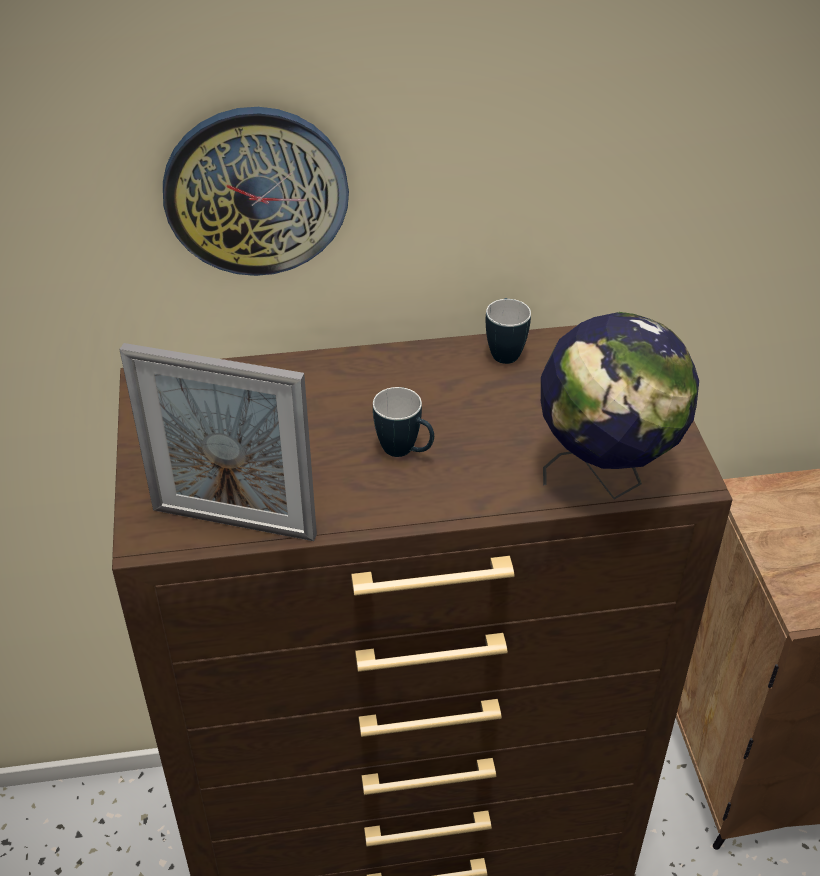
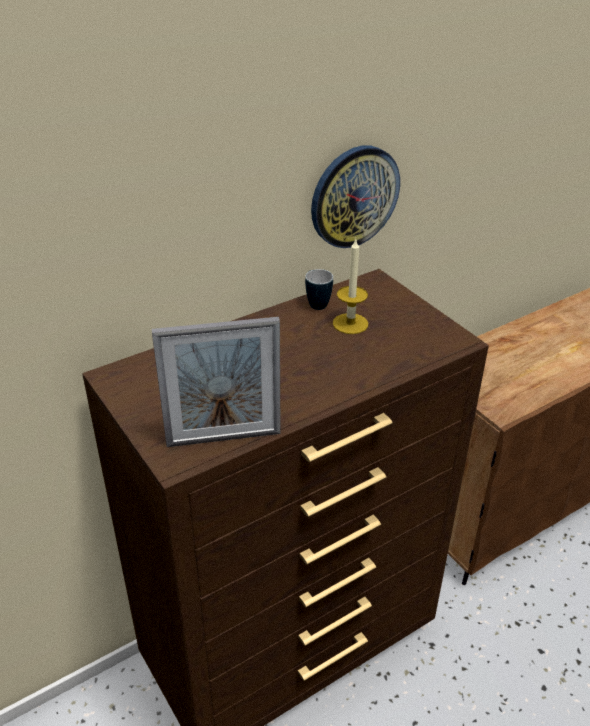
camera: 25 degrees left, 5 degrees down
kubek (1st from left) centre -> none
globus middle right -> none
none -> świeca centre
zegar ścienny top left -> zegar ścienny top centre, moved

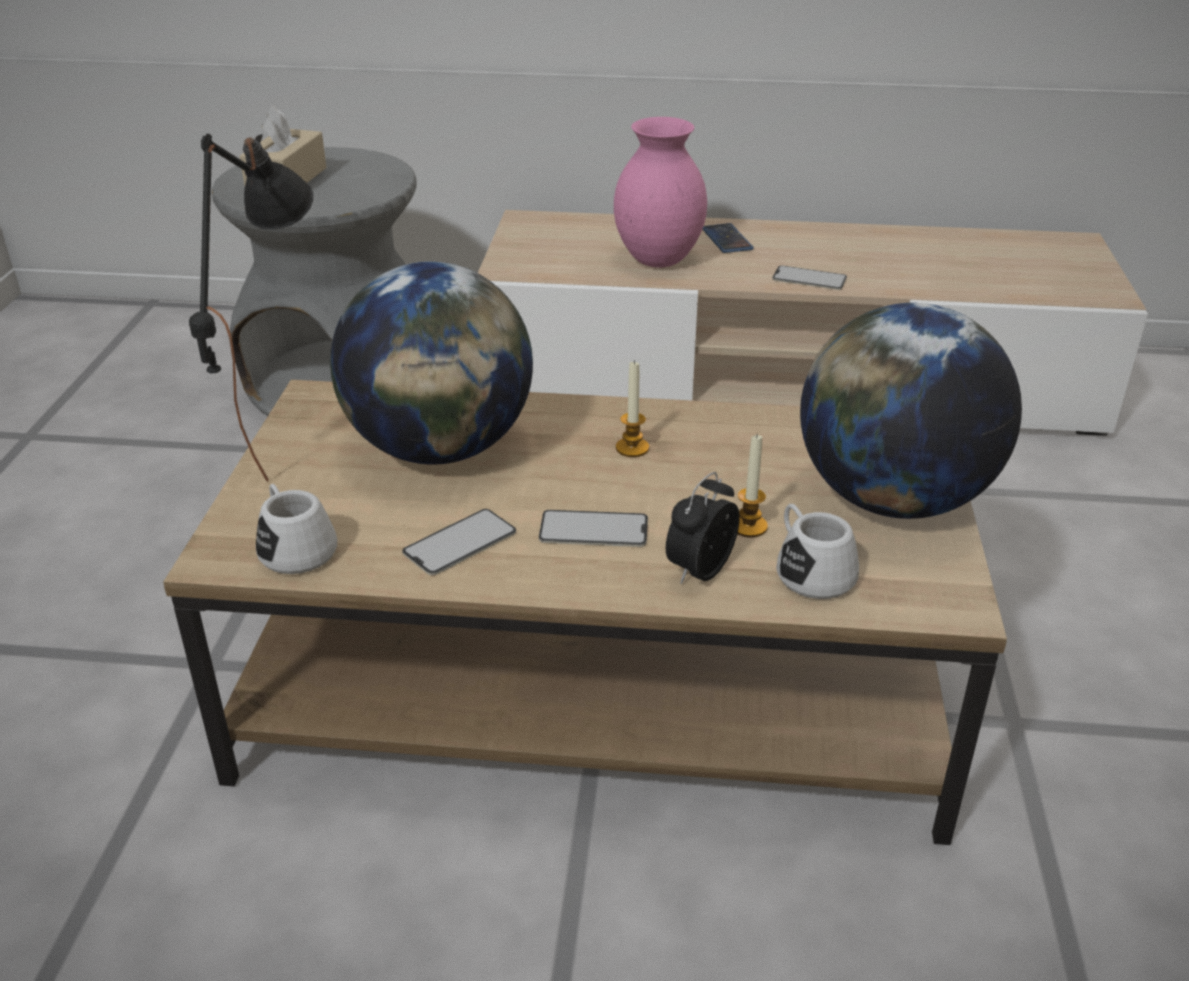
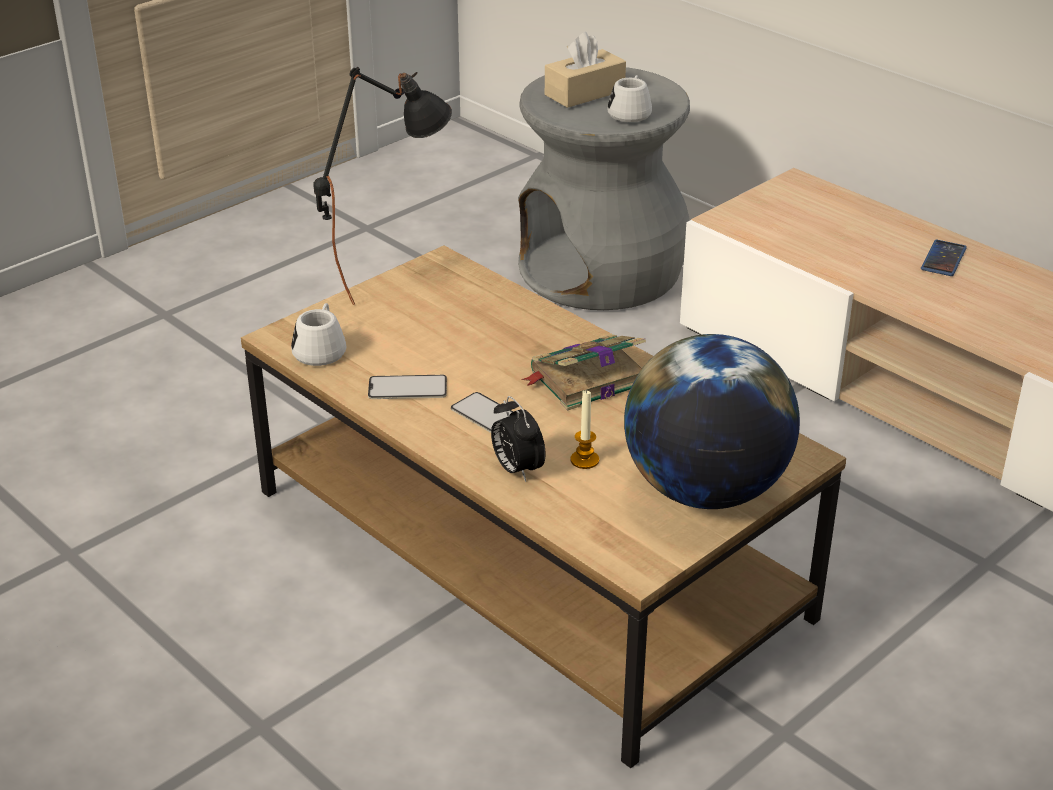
camera: 40 degrees right, 0 degrees up
globus (1st from left) centre -> none
wazon/różowy top centre -> none
telefon (4th from left) top right -> none
kubek/biały (2nd from left) middle right -> kubek/biały (2nd from left) top centre, moved
świeca (1st from left) centre -> książka centre
budzik centre, 105 degrees counterclockwise

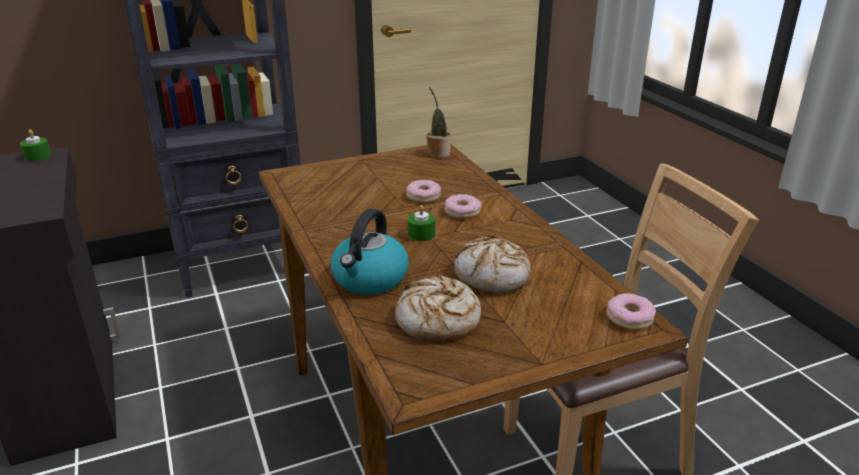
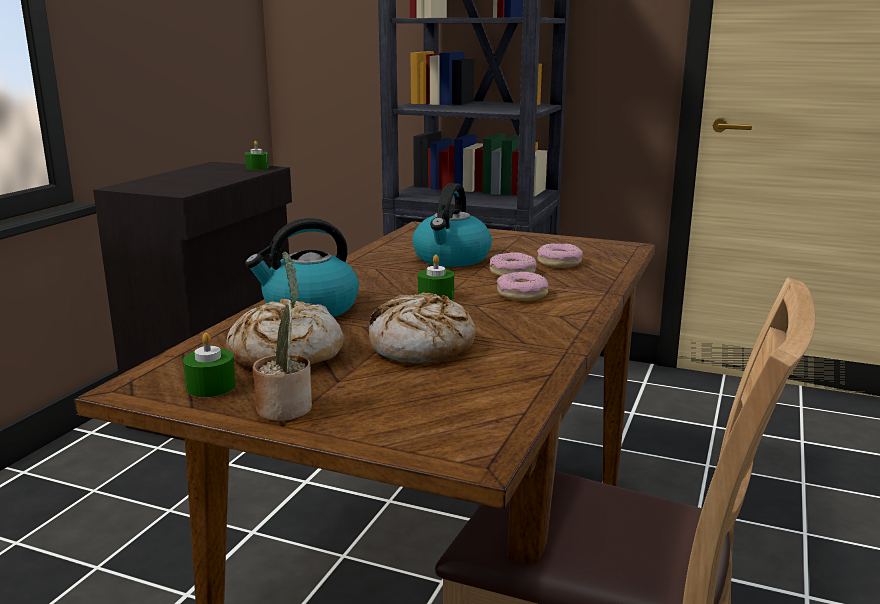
camera: 45 degrees right, 10 degrees down
none -> świeca/zielony (1st from left) middle left
none -> czajnik (2nd from left) centre
roślina doniczkowa top centre -> roślina doniczkowa middle left, moved
donut (3rd from left) middle right -> donut (3rd from left) centre, moved

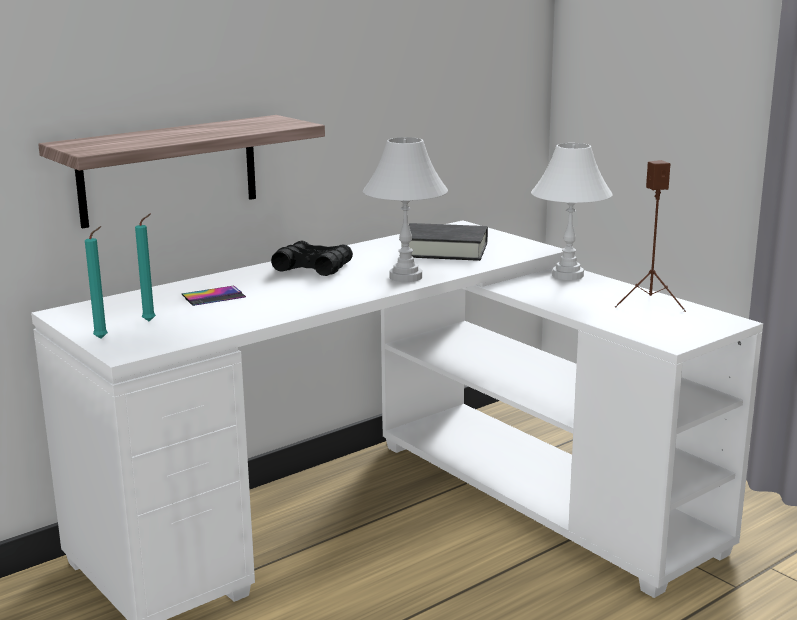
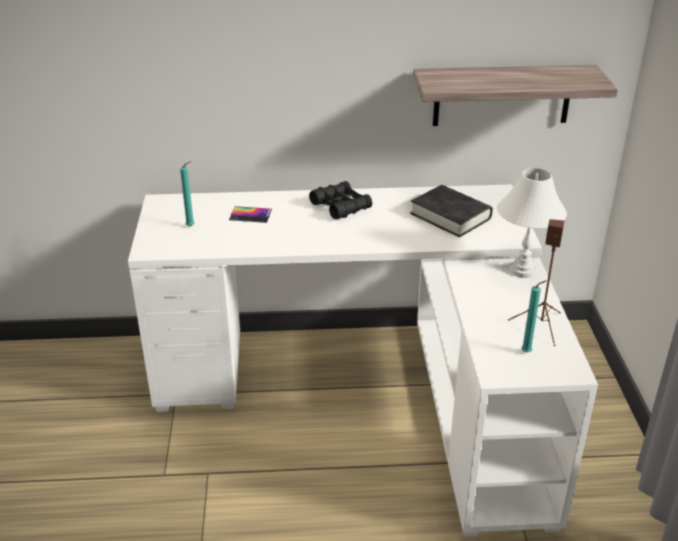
camera: 35 degrees right, 15 degrees up
lampa stołowa/biały (1st from left) centre -> none
półka top left -> półka top right, moved
świeca/turkusowy (1st from left in the first image) middle left -> świeca/turkusowy (2nd from left) middle right, moved

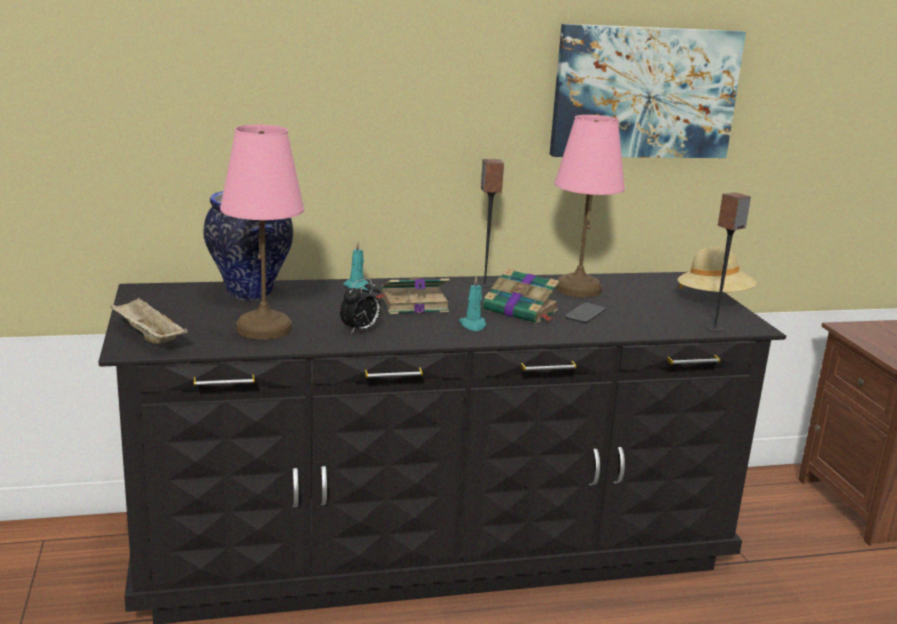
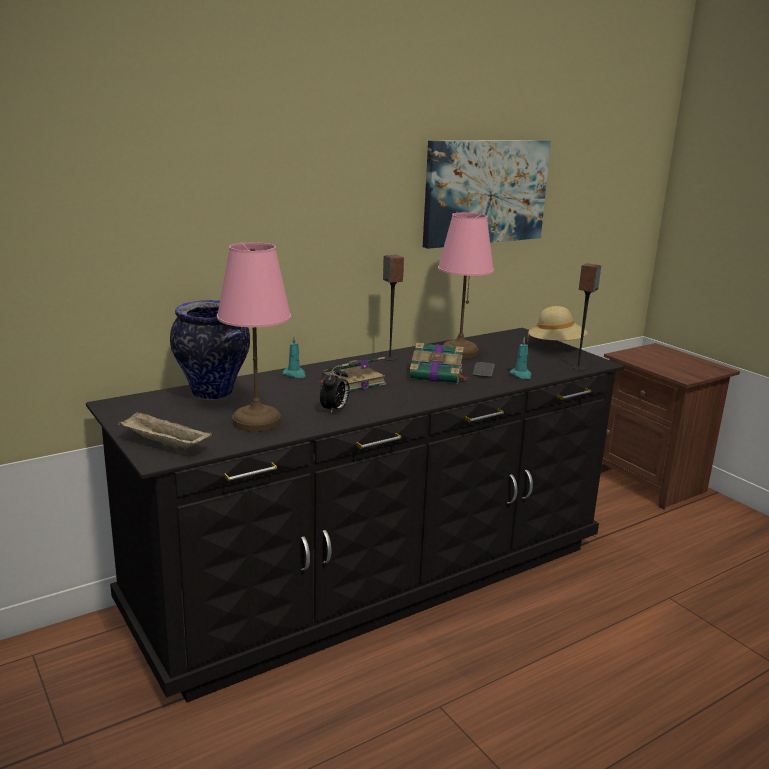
camera: 20 degrees left, 0 degrees up
świeca/turkusowy (2nd from left) centre -> świeca/turkusowy (2nd from left) middle right, moved

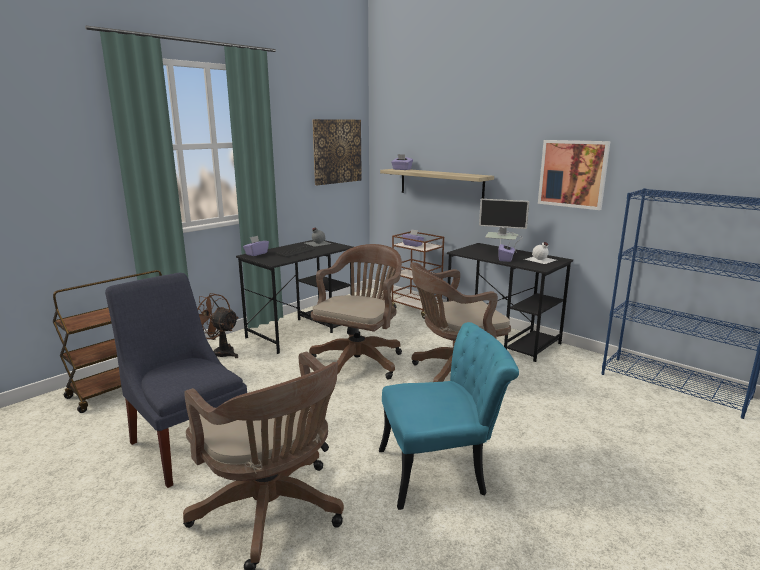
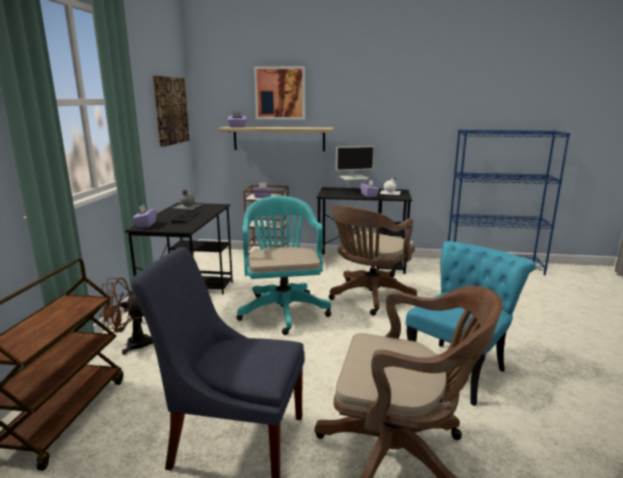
camera: 35 degrees left, 0 degrees up
obraz (2nd from left) top right -> obraz (2nd from left) top centre, moved
krzesło biurowe/brązowy (2nd from left) centre -> krzesło biurowe/turkusowy centre

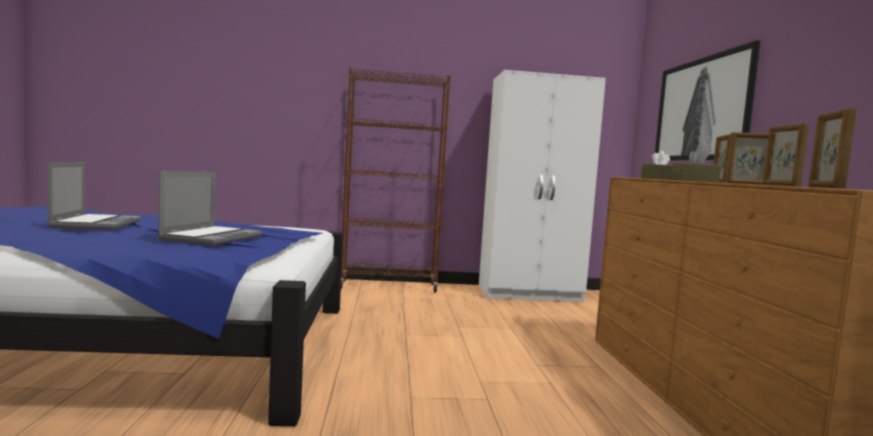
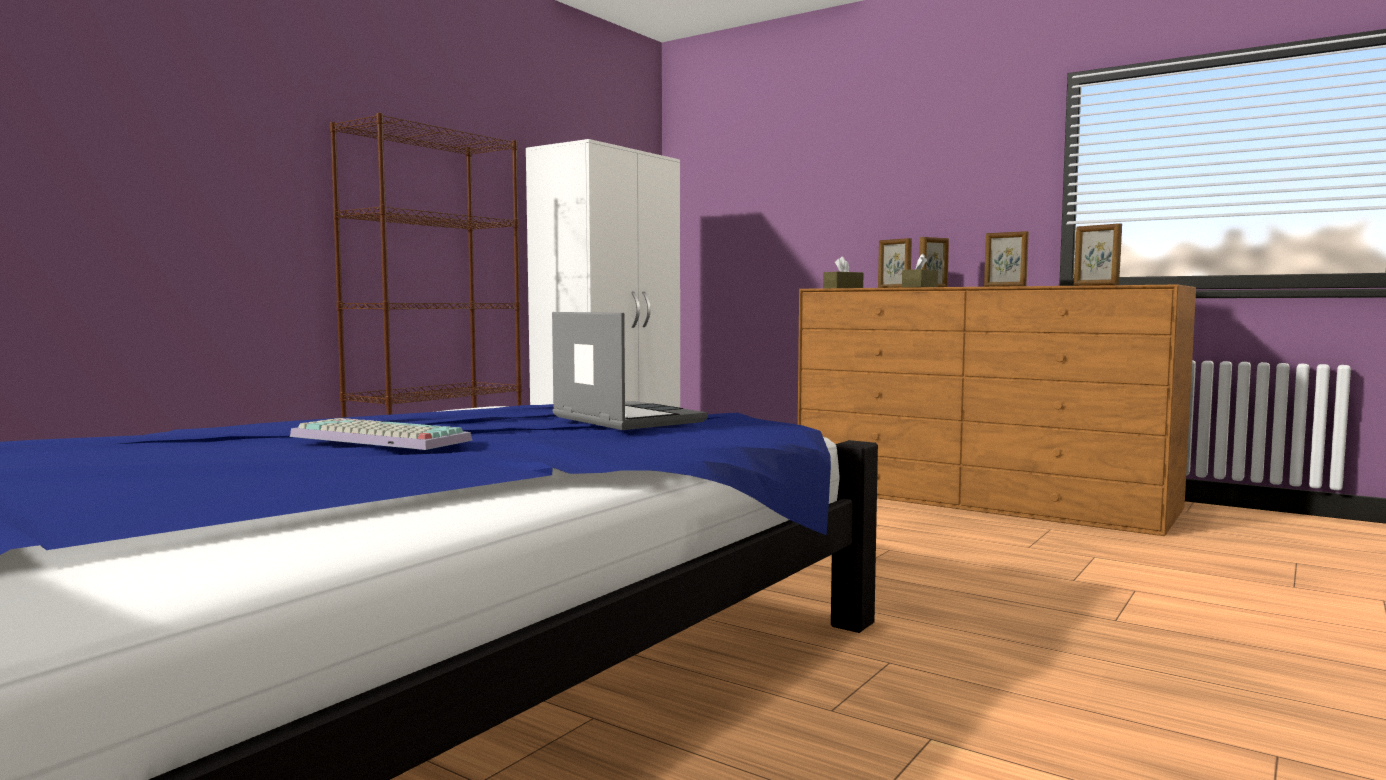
camera: 50 degrees left, 0 degrees up
obraz top right -> none
laptop (1st from left) middle left -> klawiatura middle left

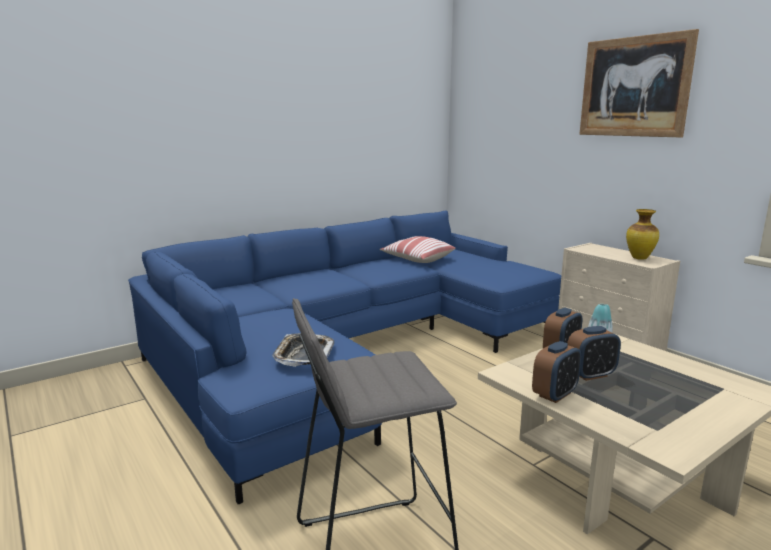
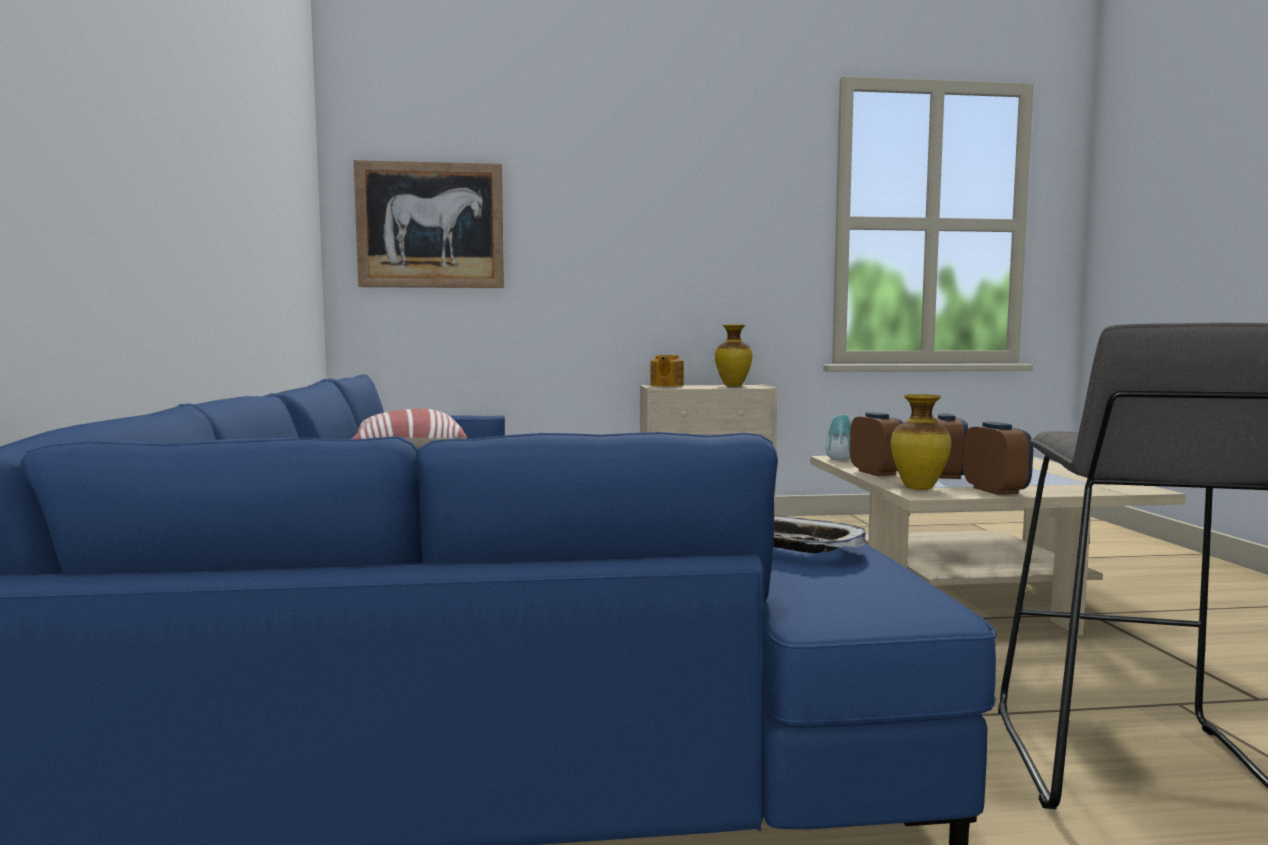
camera: 60 degrees left, 10 degrees down
none -> imbryk centre
none -> wazon (3rd from left) middle right
obraz top right -> obraz top centre, moved

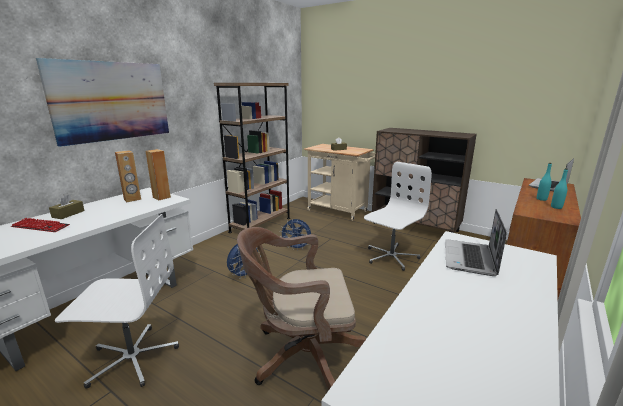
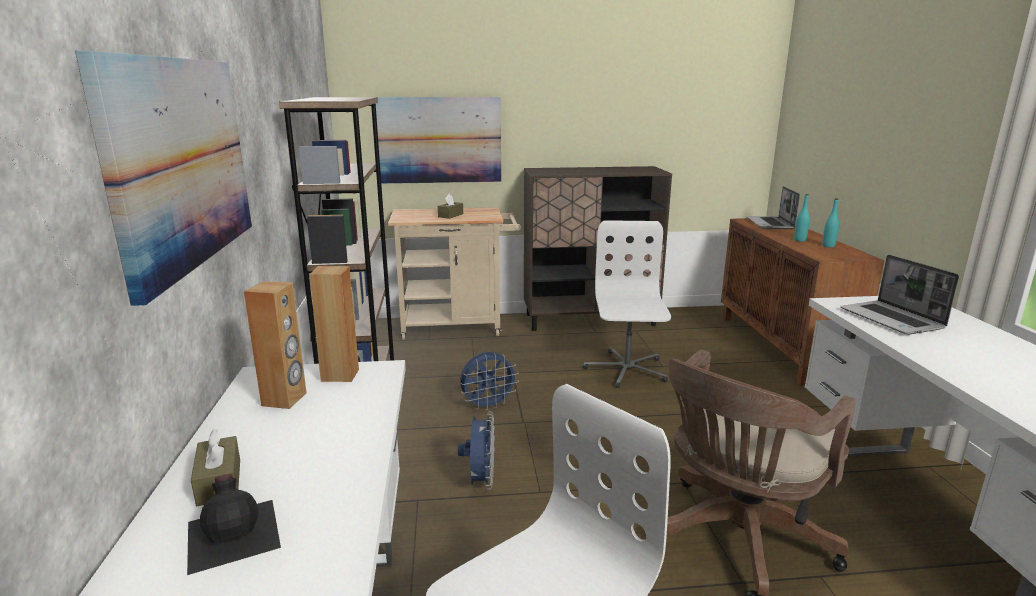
camera: 40 degrees left, 0 degrees up
none -> obraz (2nd from left) top centre
klawiatura middle left -> butelka/czarny bottom left

